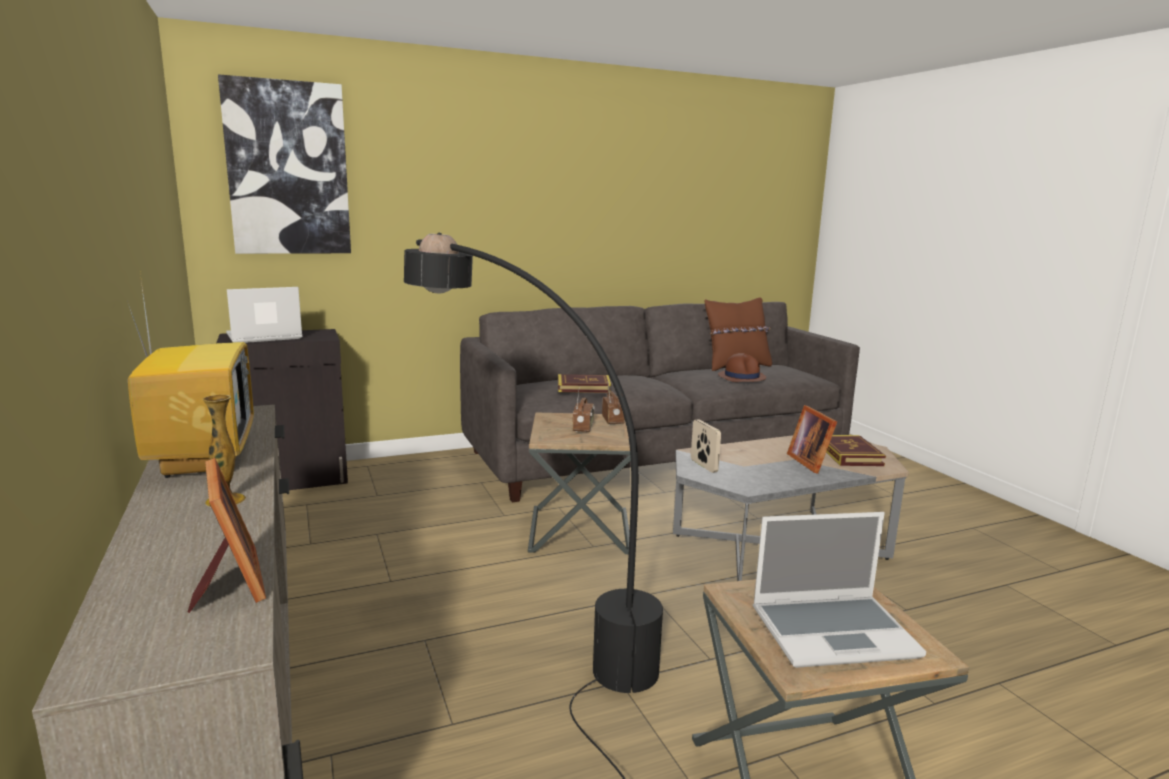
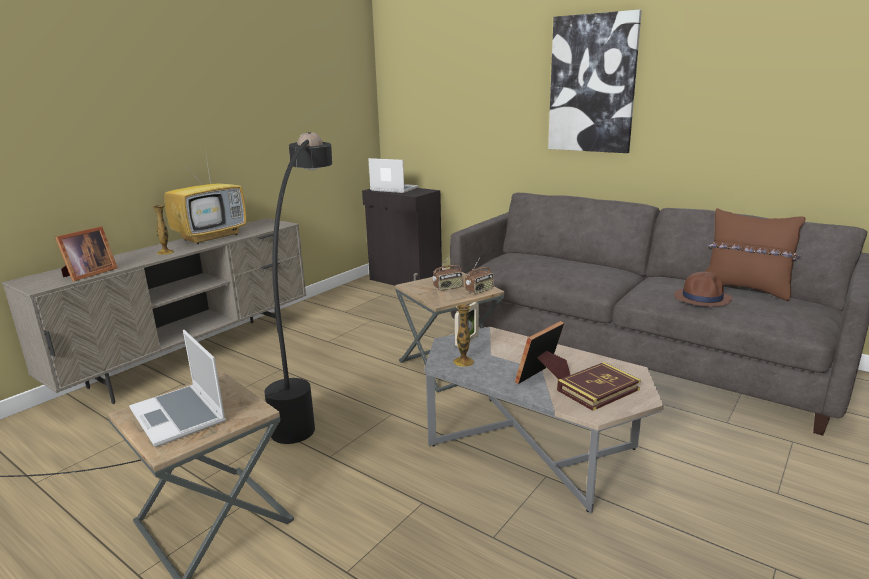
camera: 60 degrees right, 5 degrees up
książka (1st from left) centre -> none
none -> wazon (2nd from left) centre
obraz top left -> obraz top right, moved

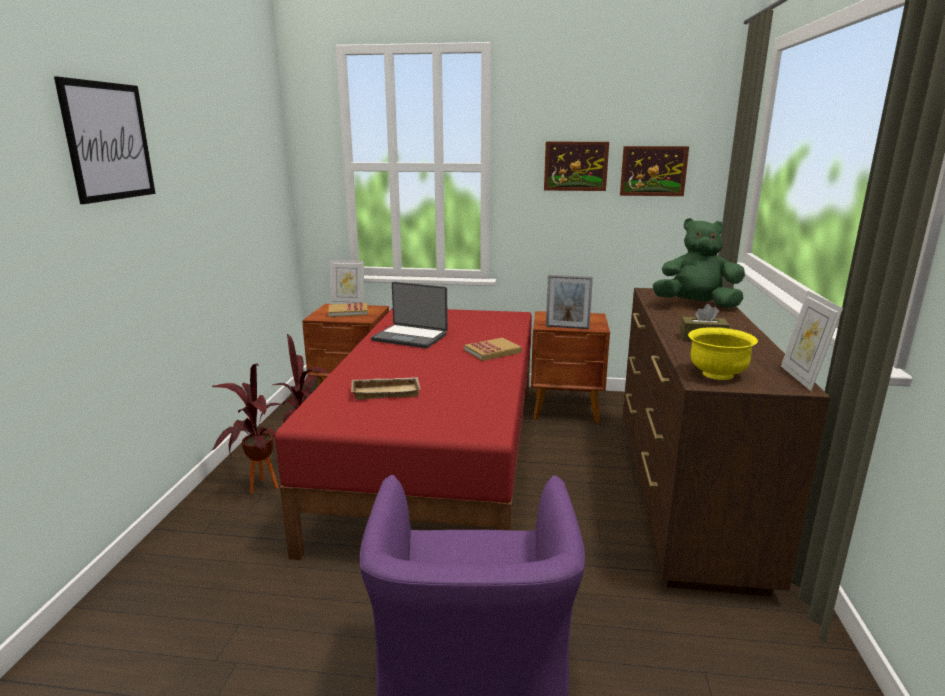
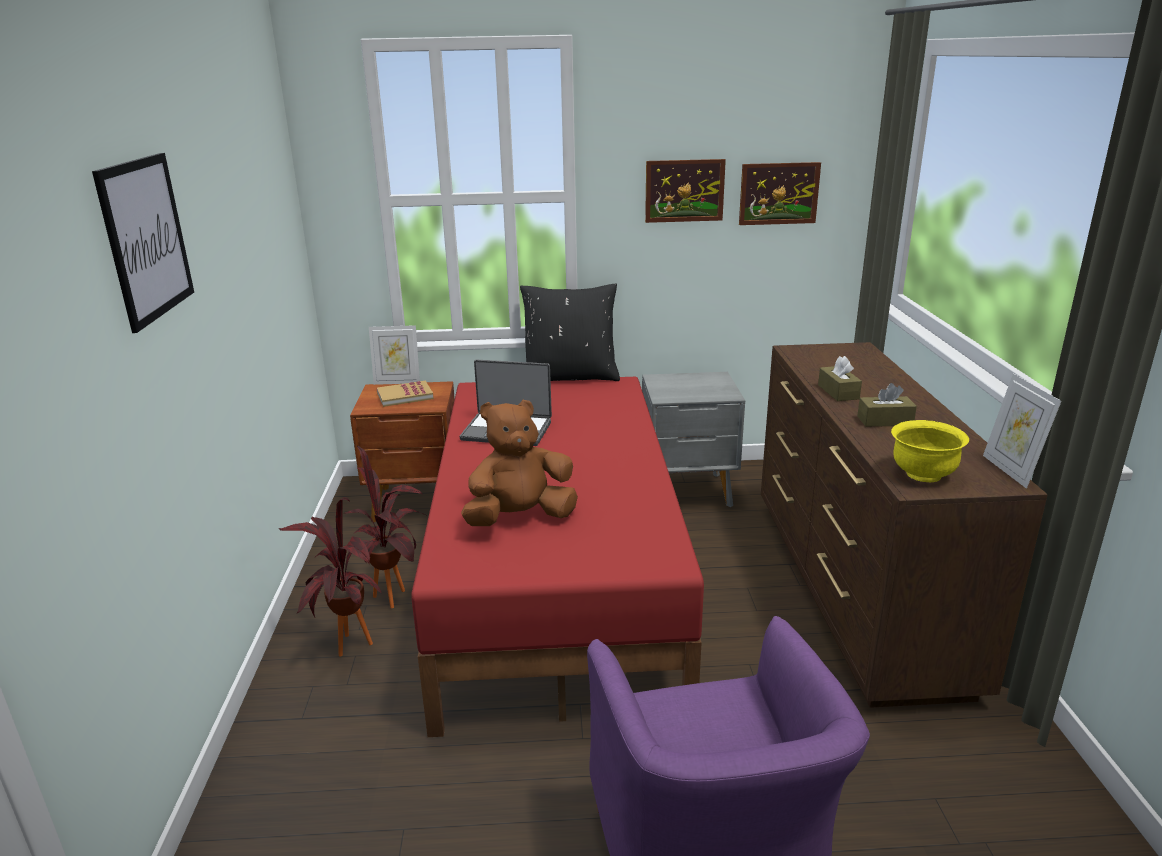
camera: 10 degrees left, 5 degrees up
książka (2nd from left) centre -> none
ramka na zdjęcie (2nd from left) centre -> none
pluszak/zielony middle right -> none
none -> poduszka/czarny centre
none -> pudełko chusteczek/brązowy (1st from left) middle right
taca/beżowy centre -> pluszak/brązowy centre
szafka nocna/brązowy (2nd from left) centre -> szafka nocna/szary centre

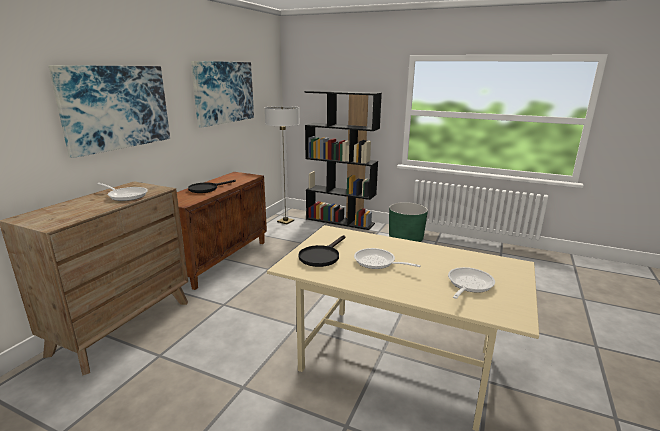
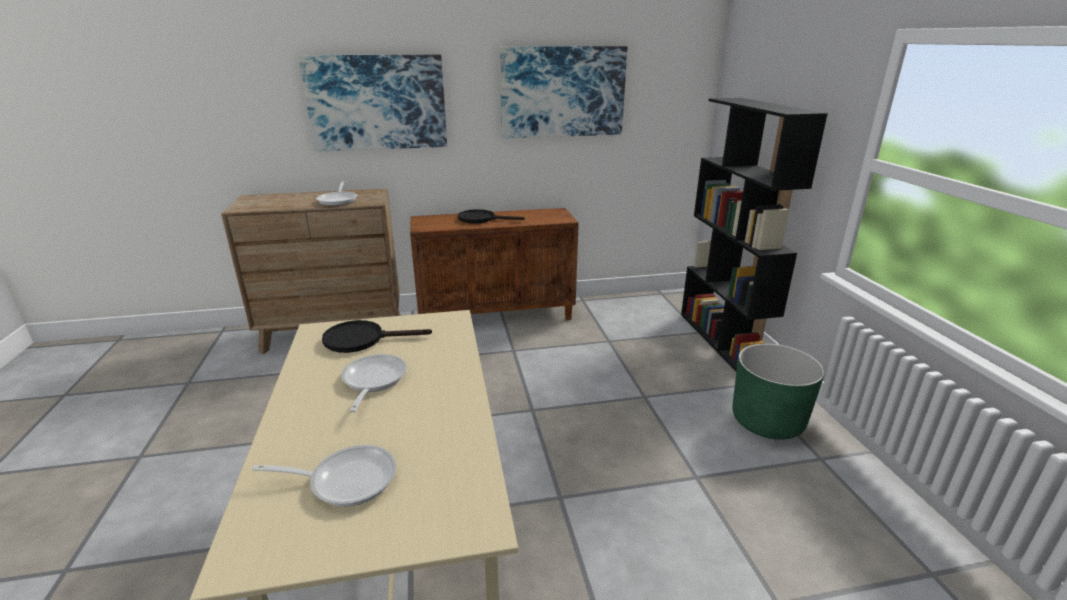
camera: 55 degrees right, 5 degrees up
lampa stojąca centre -> none

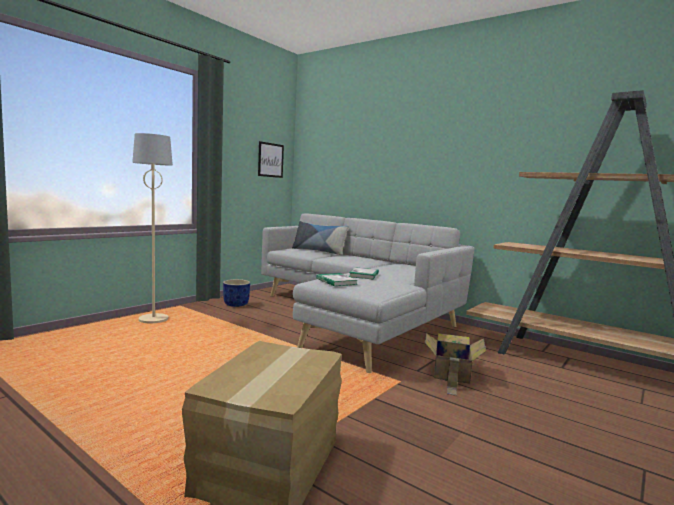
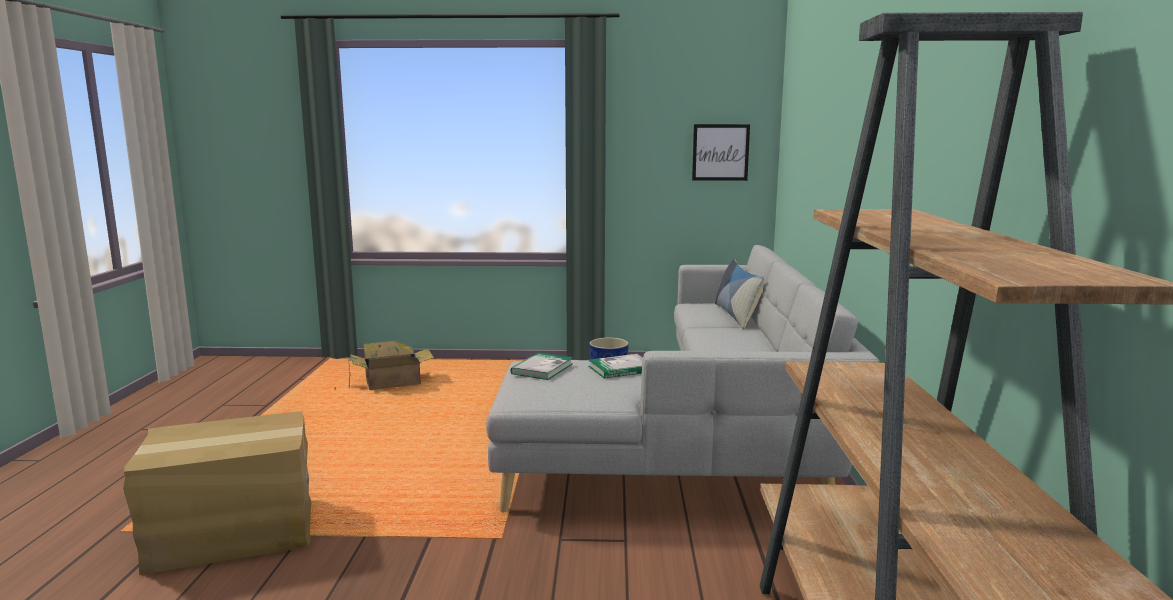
camera: 55 degrees right, 5 degrees up
lampa stojąca/beżowy middle left -> none
karton (2nd from left) bottom right -> karton (2nd from left) middle left, moved

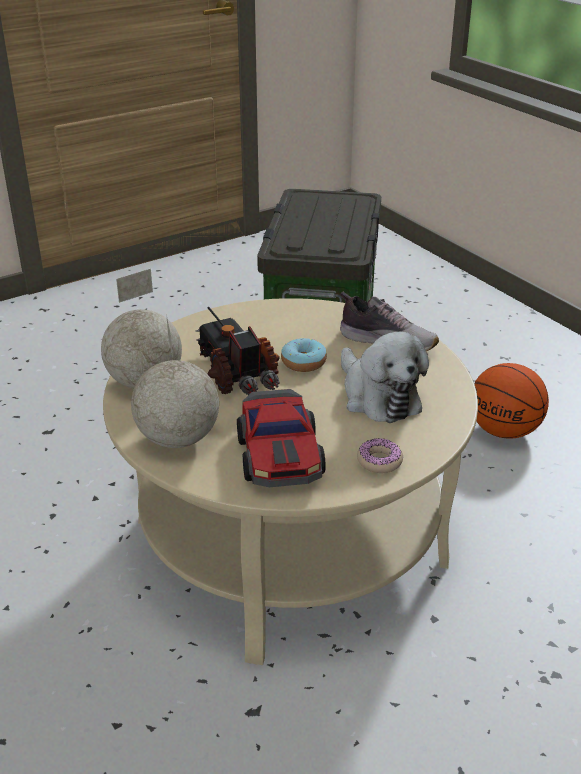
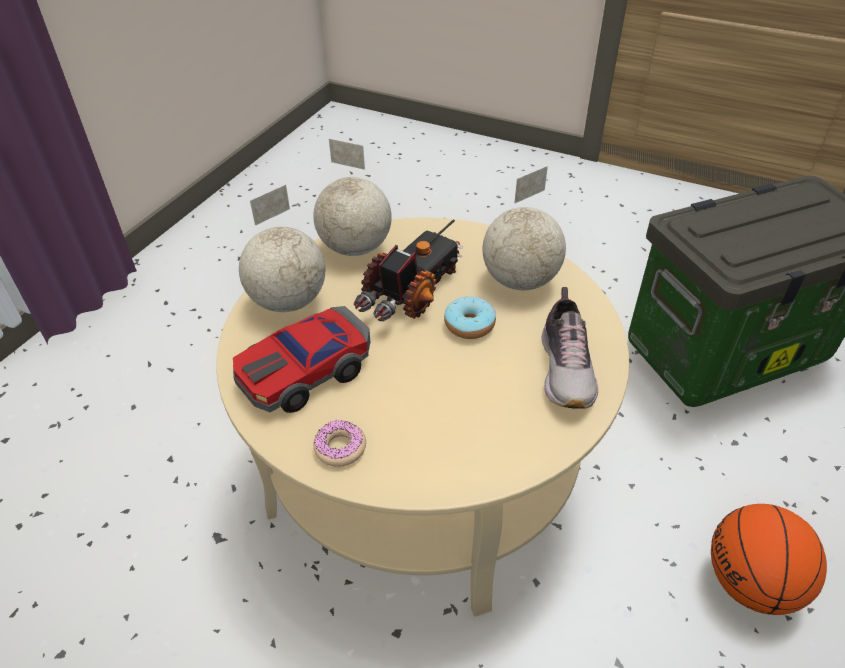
camera: 60 degrees right, 10 degrees up
pluszak centre -> none
none -> globus (3rd from left) centre

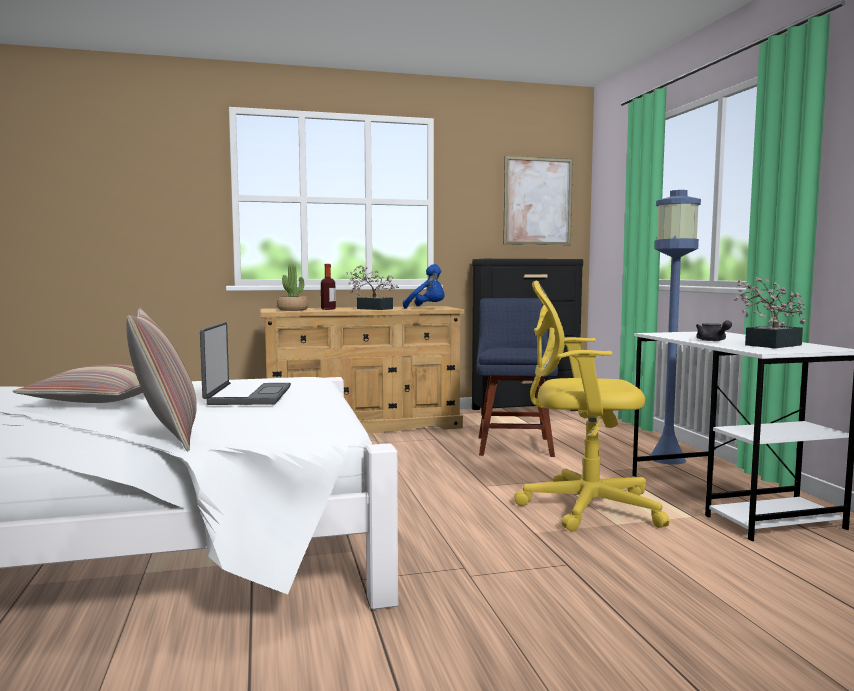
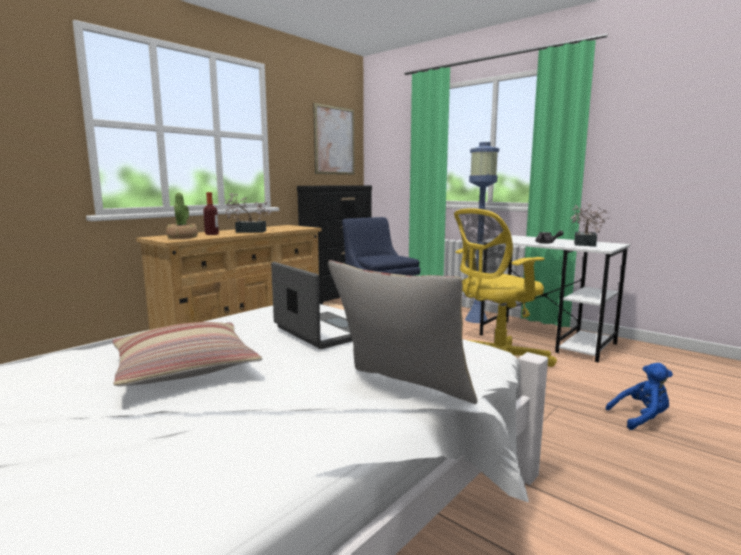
camera: 35 degrees left, 5 degrees up
pluszak/niebieski centre -> pluszak/niebieski bottom right, moved

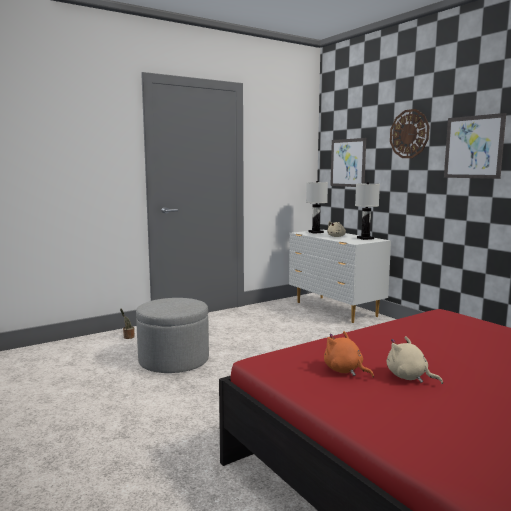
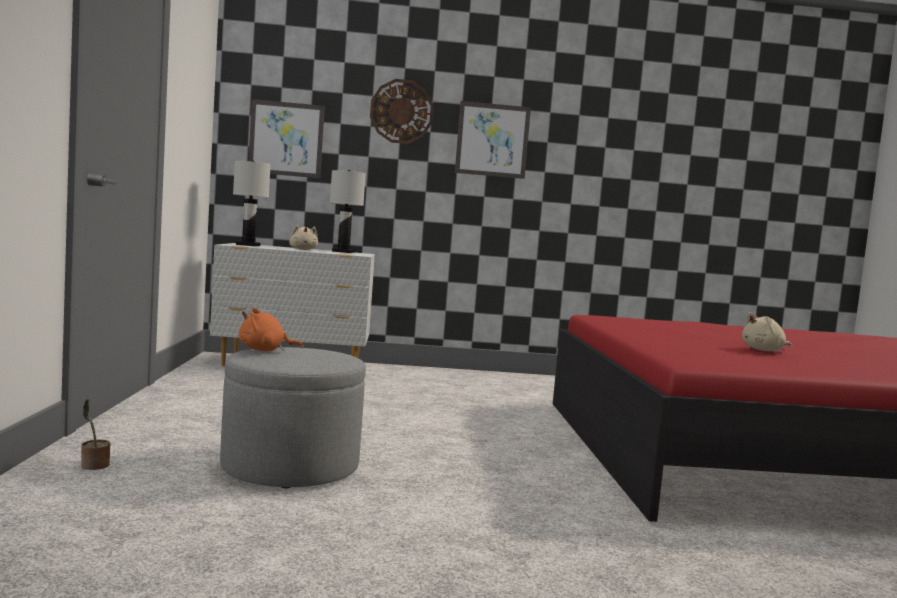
camera: 60 degrees left, 5 degrees down
pluszak/pomarańczowy bottom right -> pluszak/pomarańczowy middle left, moved

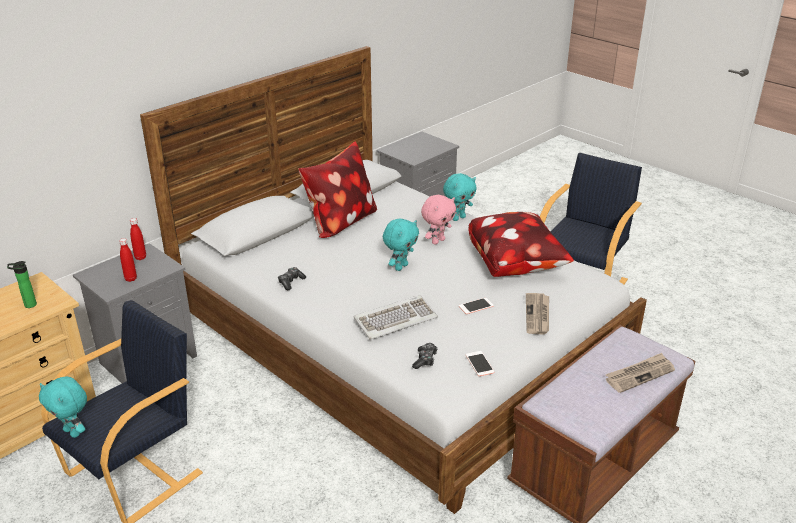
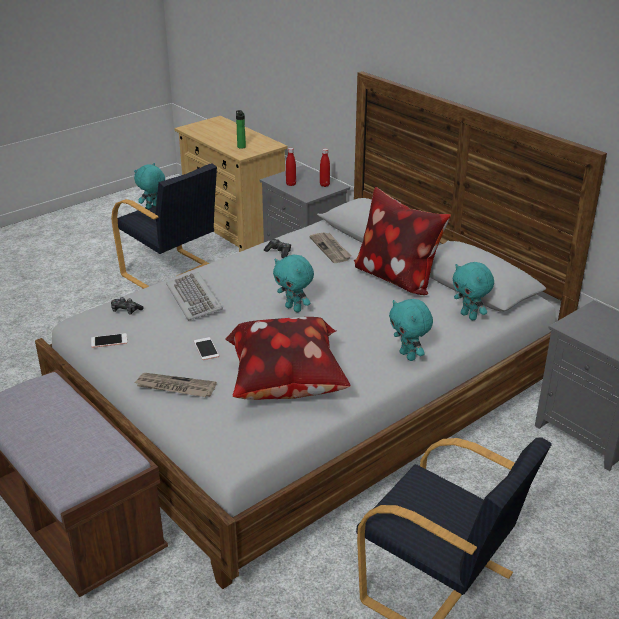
camera: 95 degrees right, 0 degrees up
pluszak/różowy centre -> none
none -> pluszak/turkusowy (4th from left) middle right
gazeta (2nd from left) bottom right -> gazeta (2nd from left) centre, moved

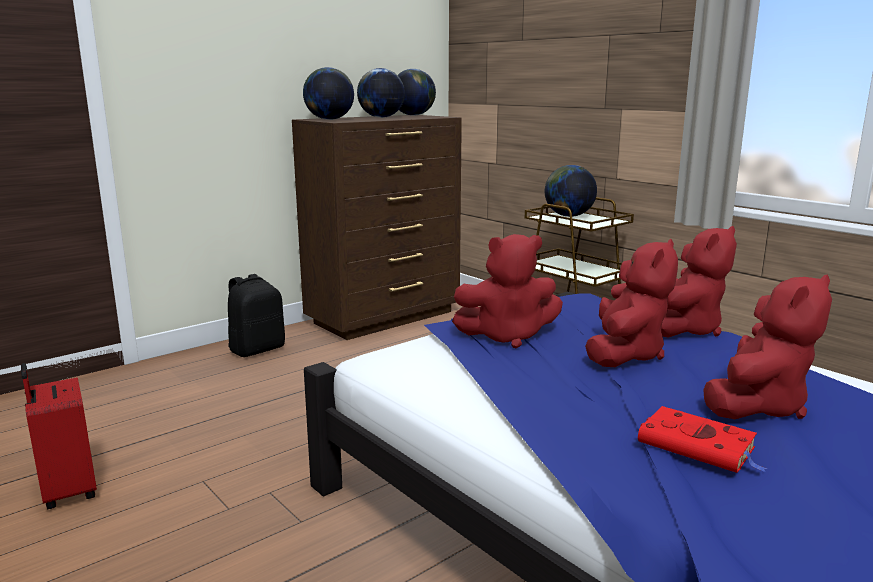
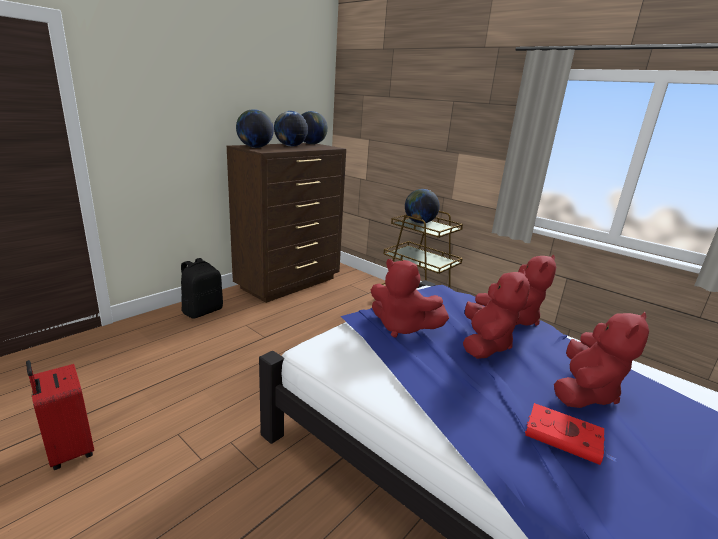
camera: 10 degrees left, 5 degrees up
pluszak/czerwony (1st from left) centre, 45 degrees clockwise

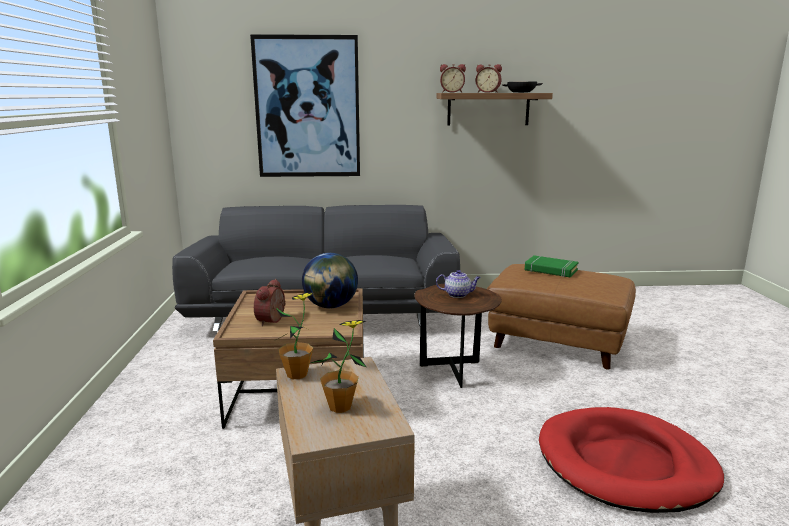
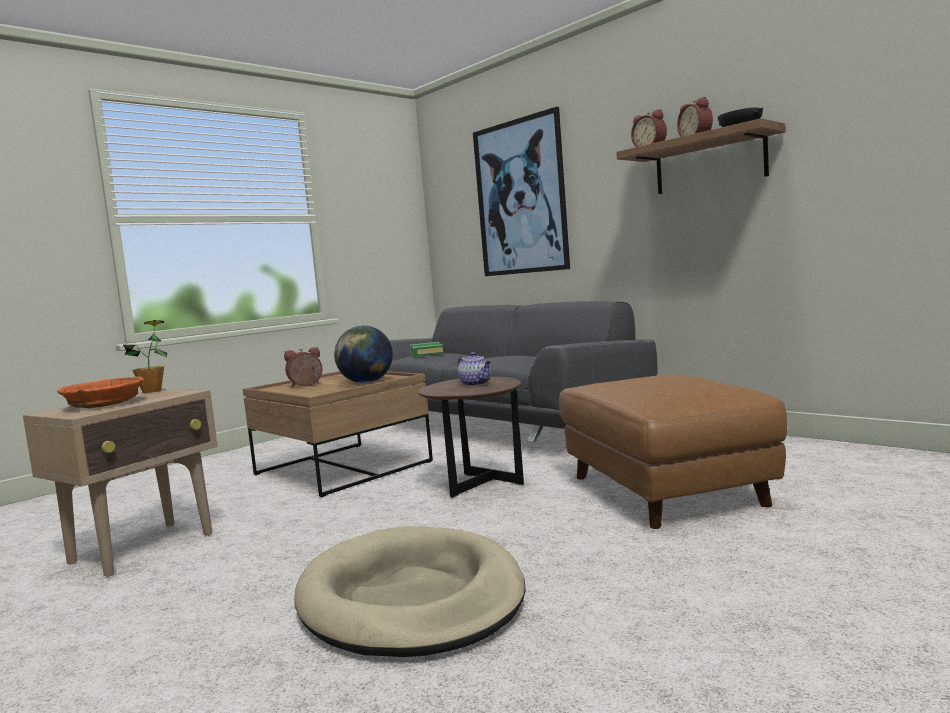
camera: 50 degrees right, 10 degrees down
książka/zielony middle right -> książka/zielony centre, moved
roślina doniczkowa (2nd from left) bottom centre -> miska/pomarańczowy middle left
legowisko/czerwony bottom right -> legowisko/beżowy bottom centre

